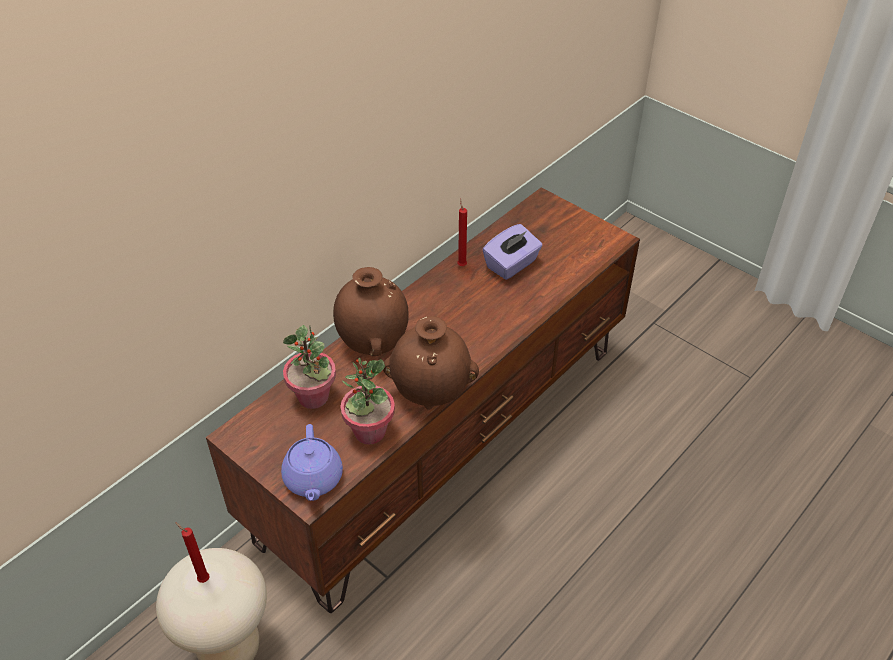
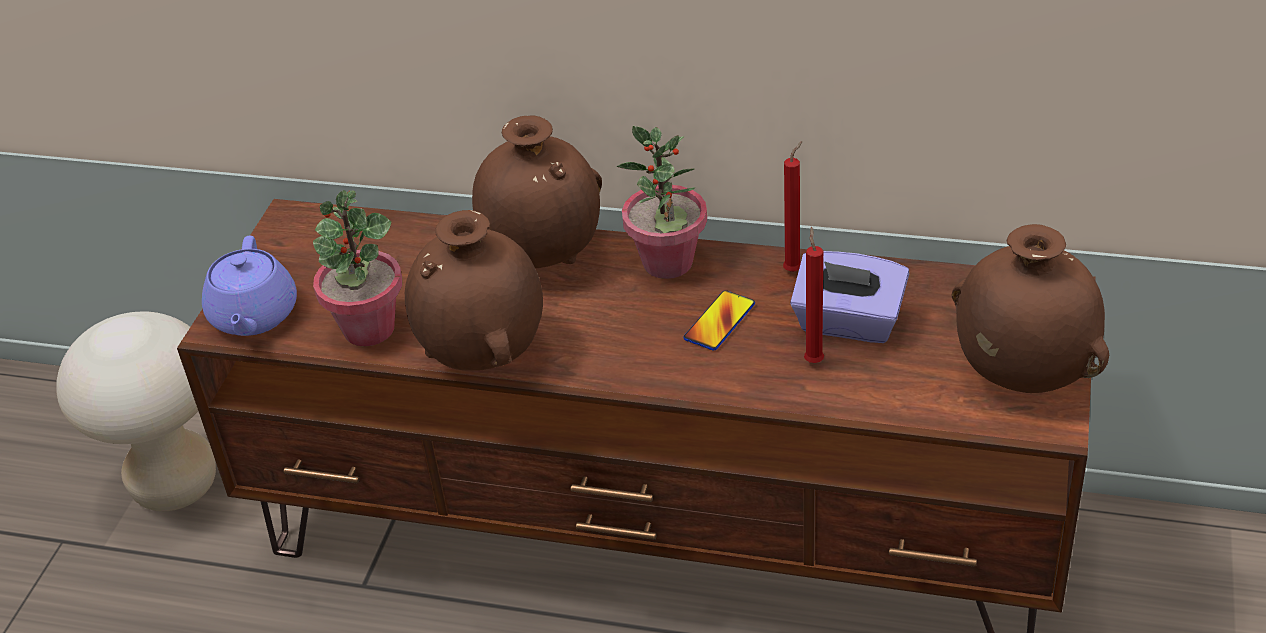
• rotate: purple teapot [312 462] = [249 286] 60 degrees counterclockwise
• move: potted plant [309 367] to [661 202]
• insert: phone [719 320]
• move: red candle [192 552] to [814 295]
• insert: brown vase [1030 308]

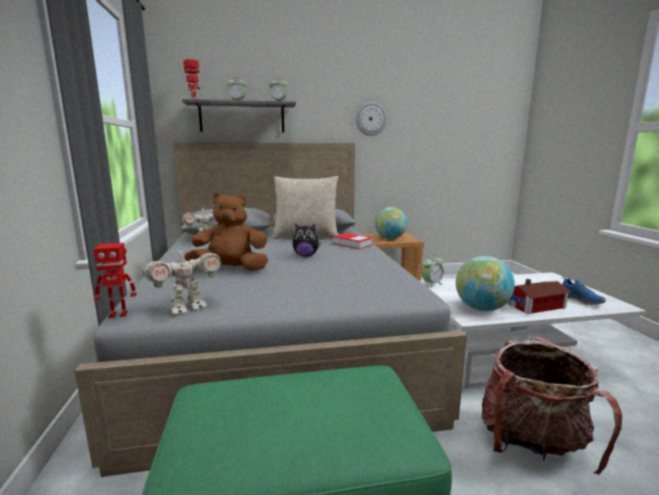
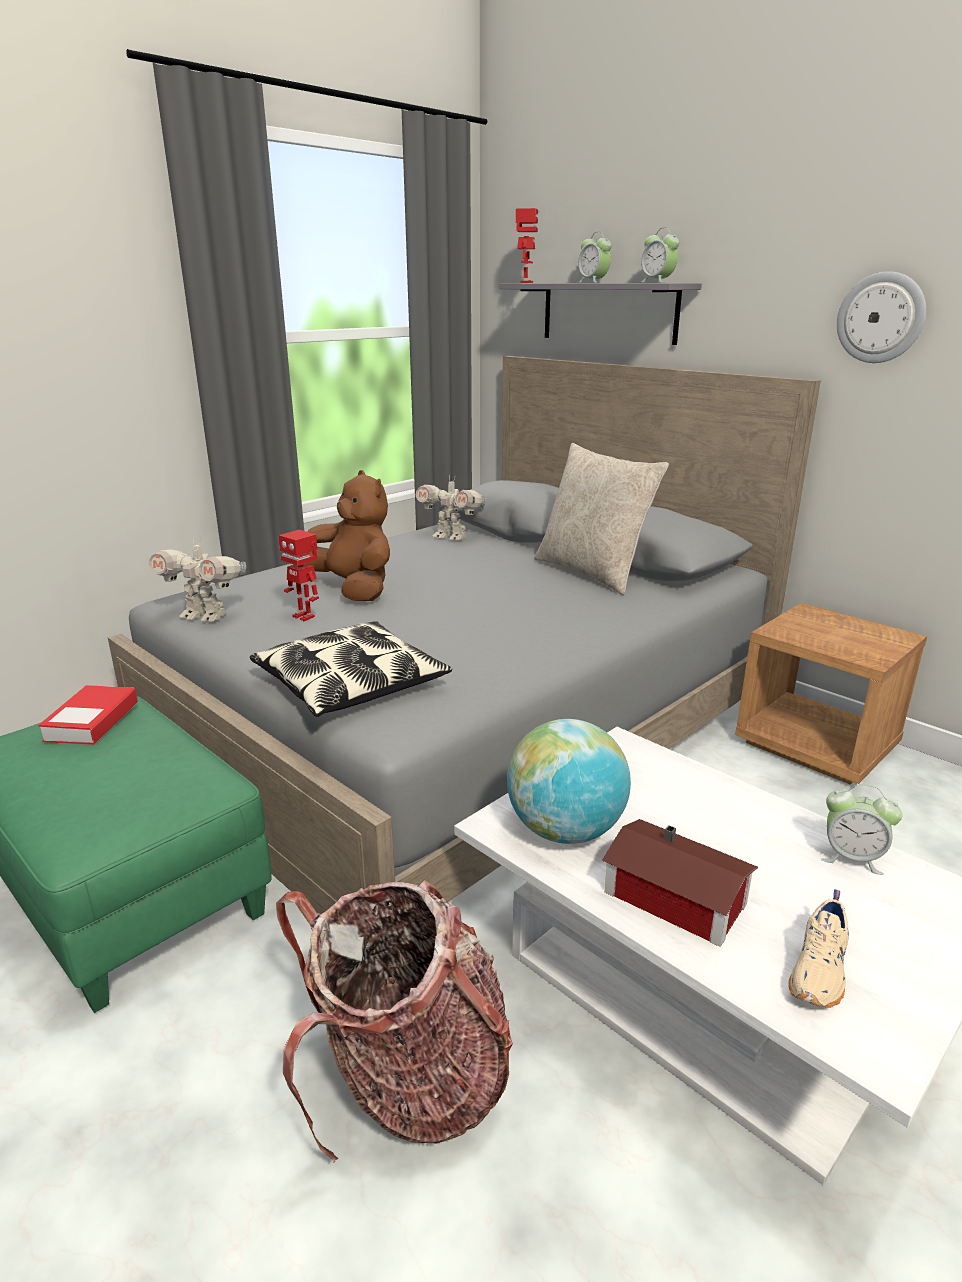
• move: book [353 241] to [88 715]
• insert: pillow [351 669]
• move: toy robot [115 280] to [298 575]
• recolor: blue shoe [584 290] to beige shoe [818 948]
• move: alarm clock [433 271] to [862 829]
• delete: plush toy [306 240]
• delete: globe [391 223]

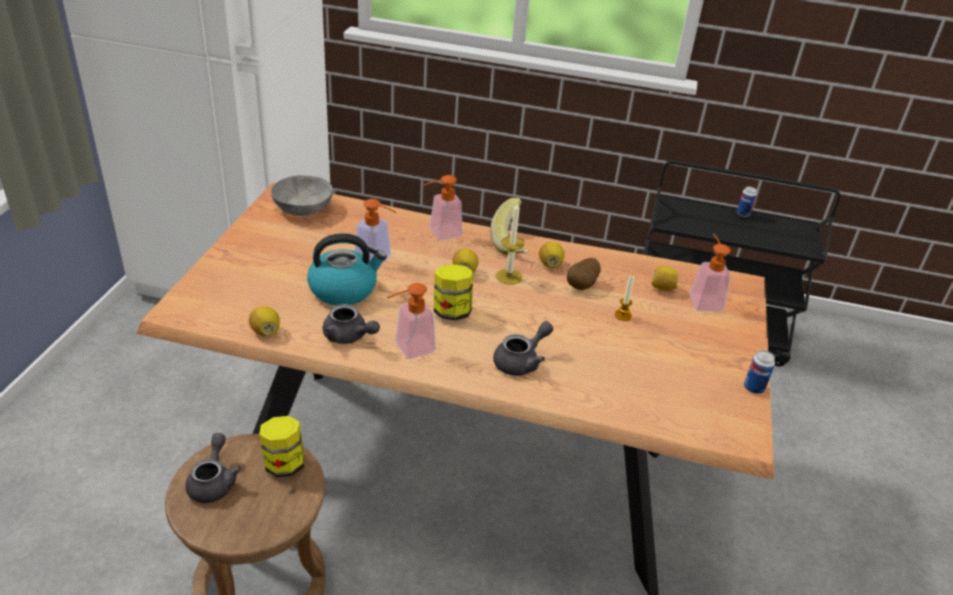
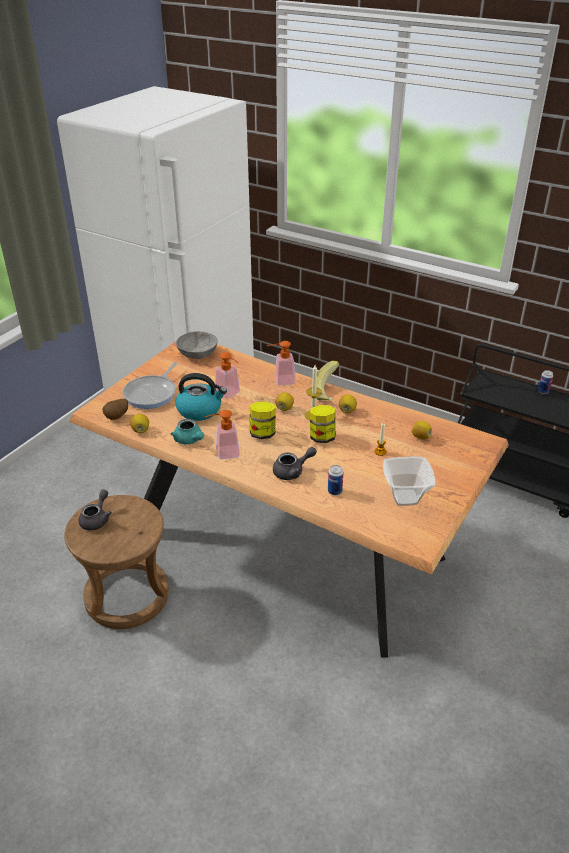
• move: potato [584 274] to [115 409]
• insert: frying pan [150 385]
• recolor: grey teapot [351 324] to turquoise teapot [187 431]
• move: jar [282 446] to [323 424]
• move: can [759 372] to [335 480]
• insert: bowl [409 481]
• delete: soap dispenser [710 273]

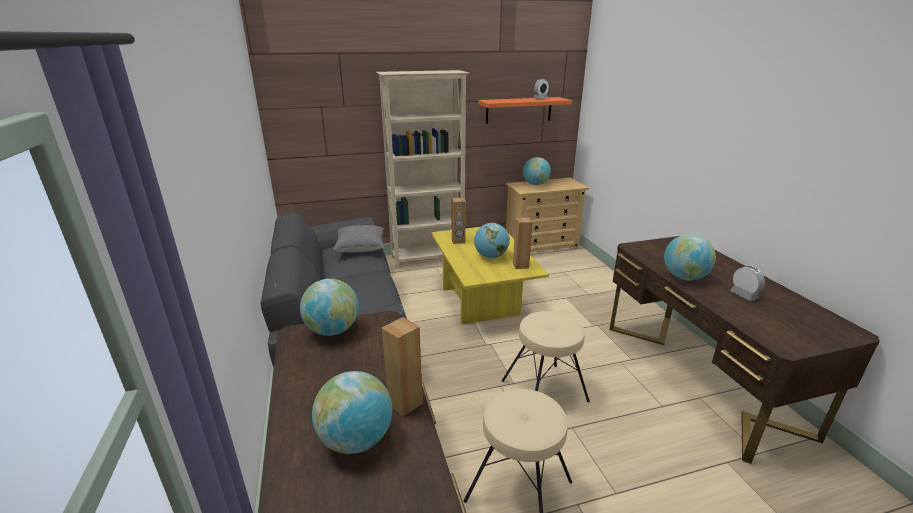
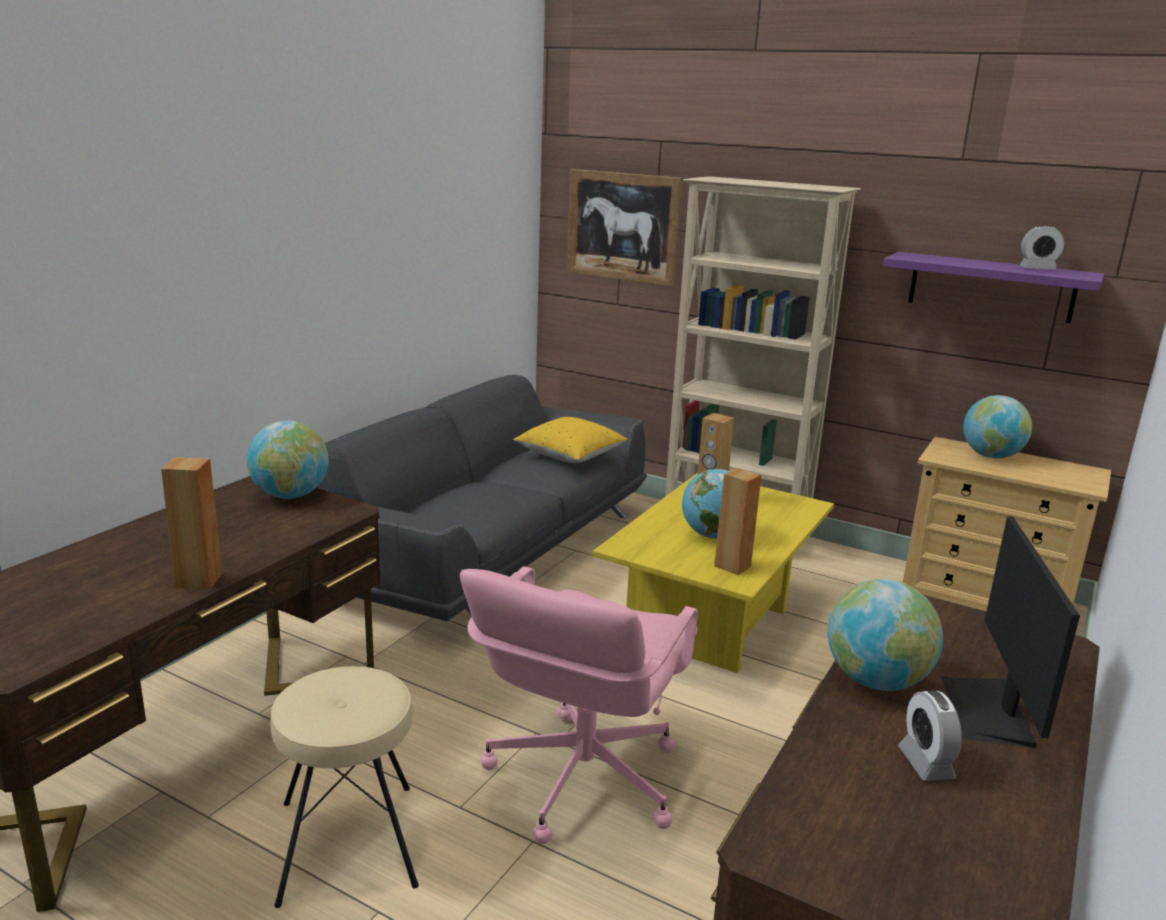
• replace: beige stool [546 356] to pink office chair [579 705]
• recolor: grey pillow [358 238] to yellow pillow [570 440]
• insert: picture [624 228]
• recolor: orange shelf [525 110] to purple shelf [993 287]
• rotate: alarm clock [747 283] = [930 735] 150 degrees clockwise
• insert: monitor [1010 632]
• delete: globe [352 412]

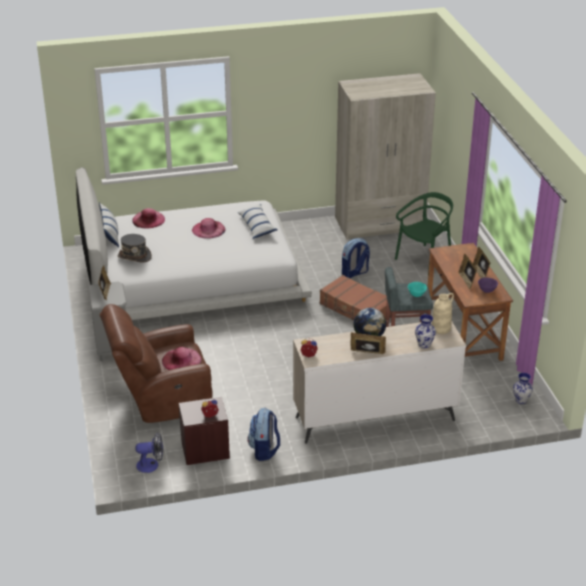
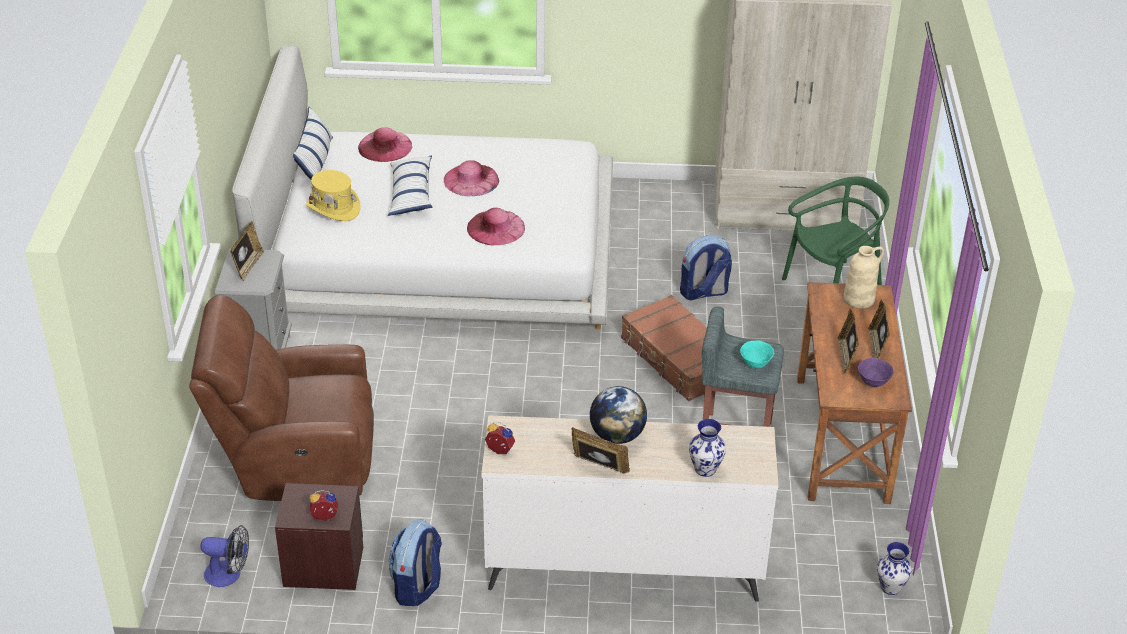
• recolor: grey hat [135 248] to yellow hat [333 195]
• move: pillow [258 221] to [410 185]
• move: pink hat [181 358] to [496 226]
• move: beige vase [442 313] to [864 277]

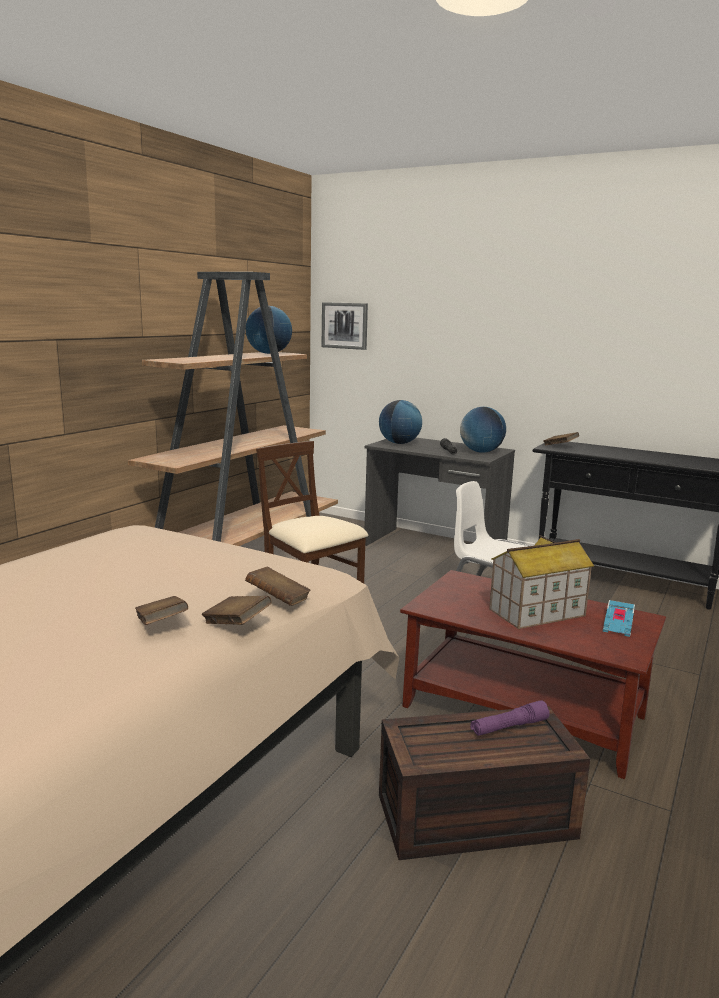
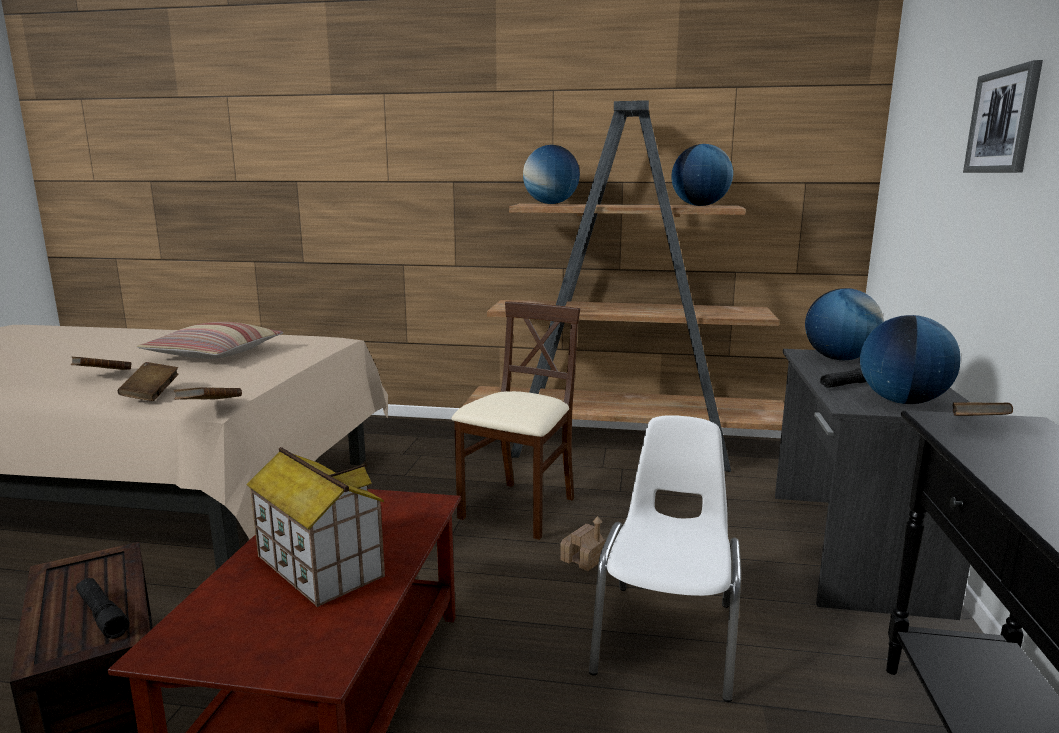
• recolor: purple flashlight [510 718] to black flashlight [103 608]
• insert: pillow [210 340]
• move: brown book [237 610] to [207 393]
• insert: globe [551 174]
• insert: toy house [583 543]
• move: picture [345 326] to [1003 116]
• delete: toy car [619 618]

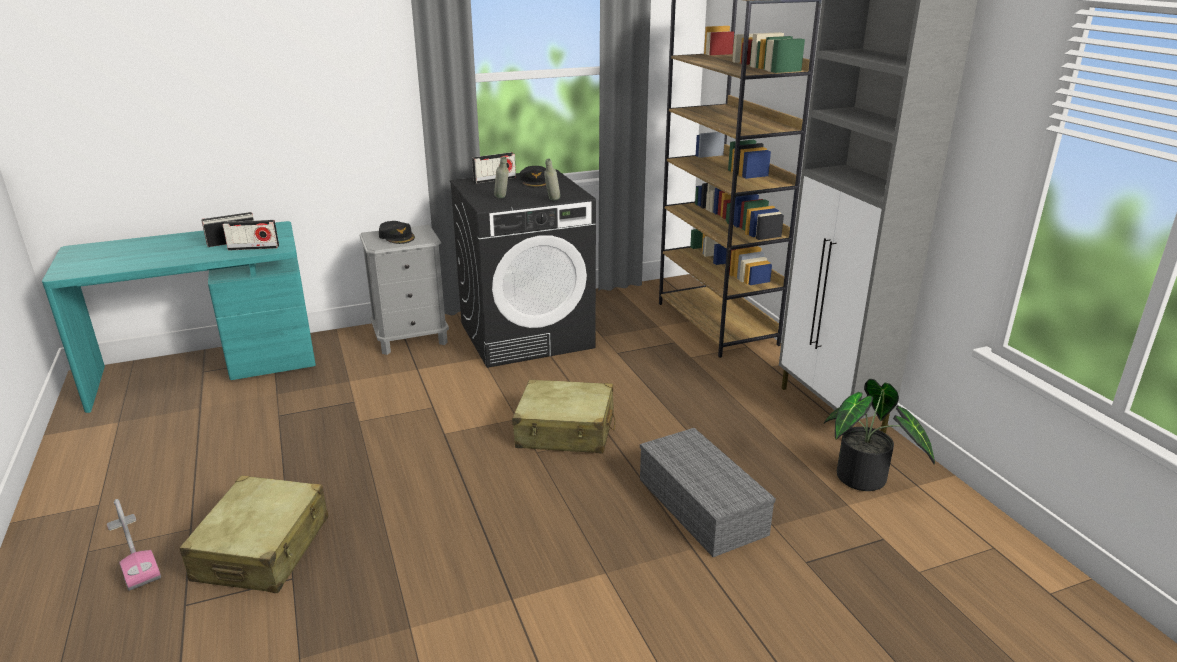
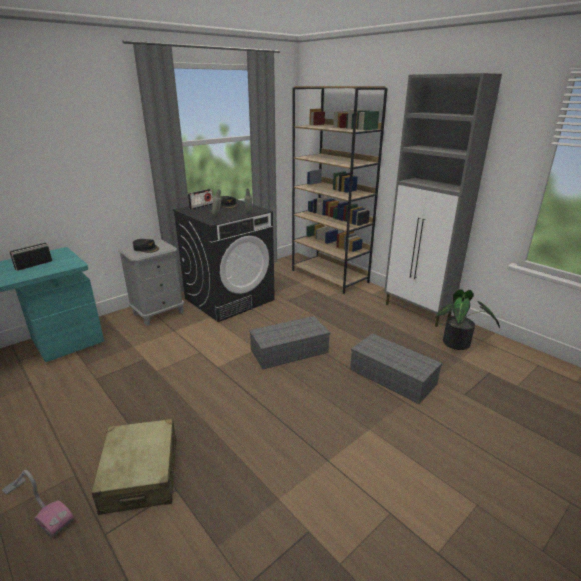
• replace: beige suitcase [563 417] to grey storage box [289 342]
• delete: radio [251 235]

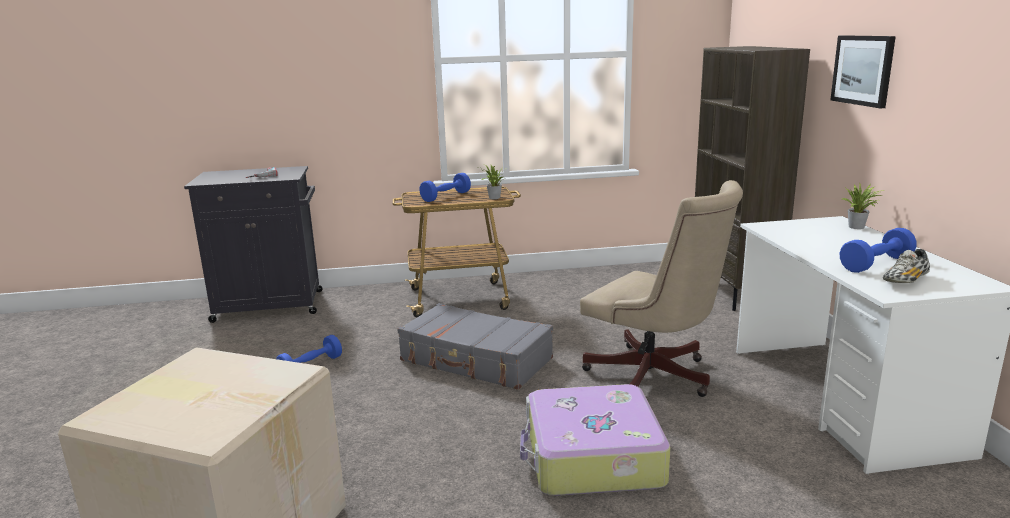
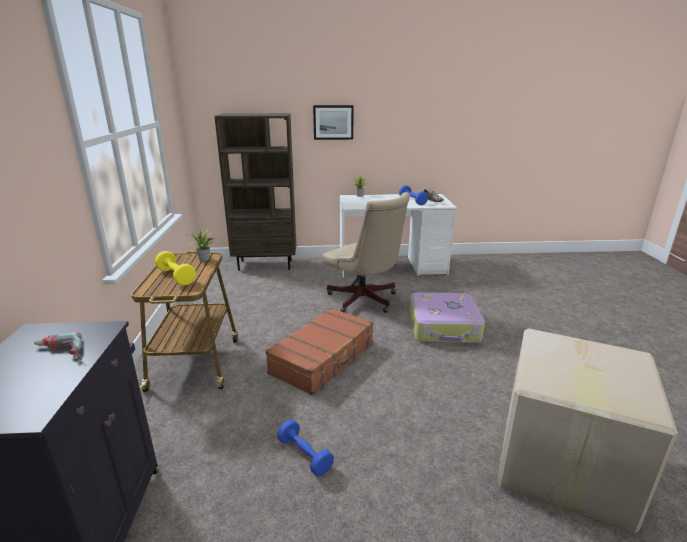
• recolor: blue dumbbell [445 187] to yellow dumbbell [175 268]
• recolor: grey suitcase [475 346] to brown suitcase [319 351]
• rotate: beige office chair [661 288] = [366 252] 90 degrees clockwise

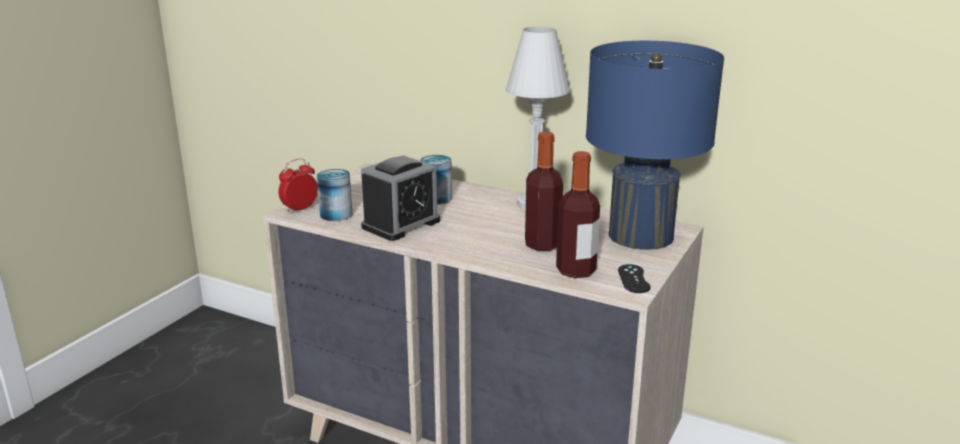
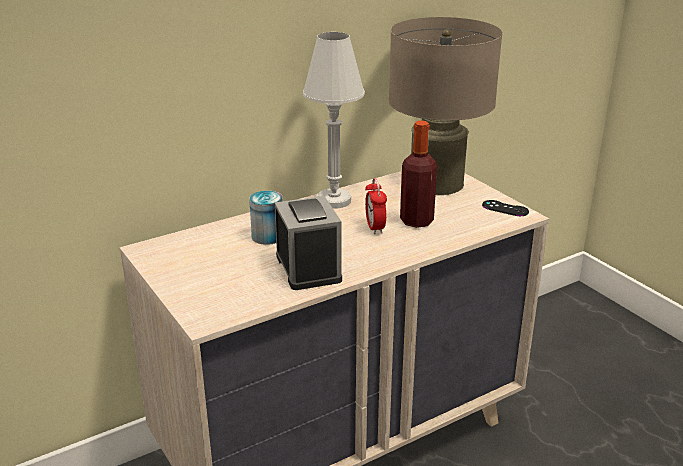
• move: alarm clock [298 185] to [376 206]
• recolor: blue table lamp [655 145] to beige table lamp [446 106]
• delete: can [334 195]
• delete: bottle [578 214]

